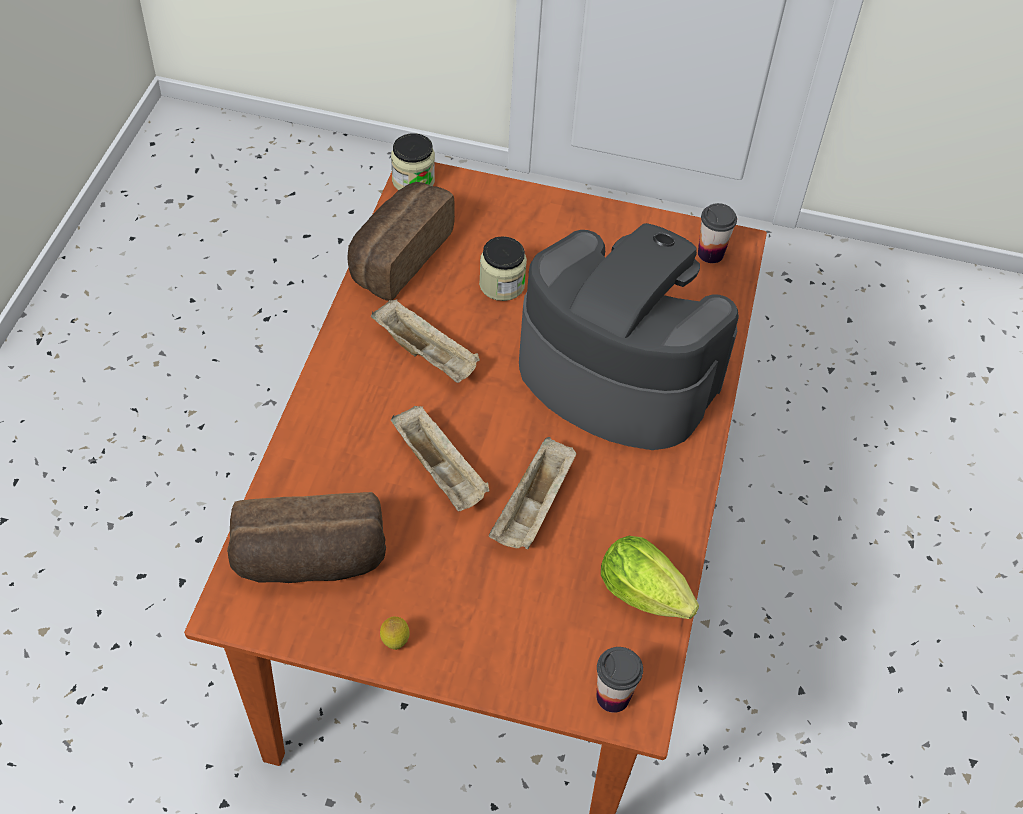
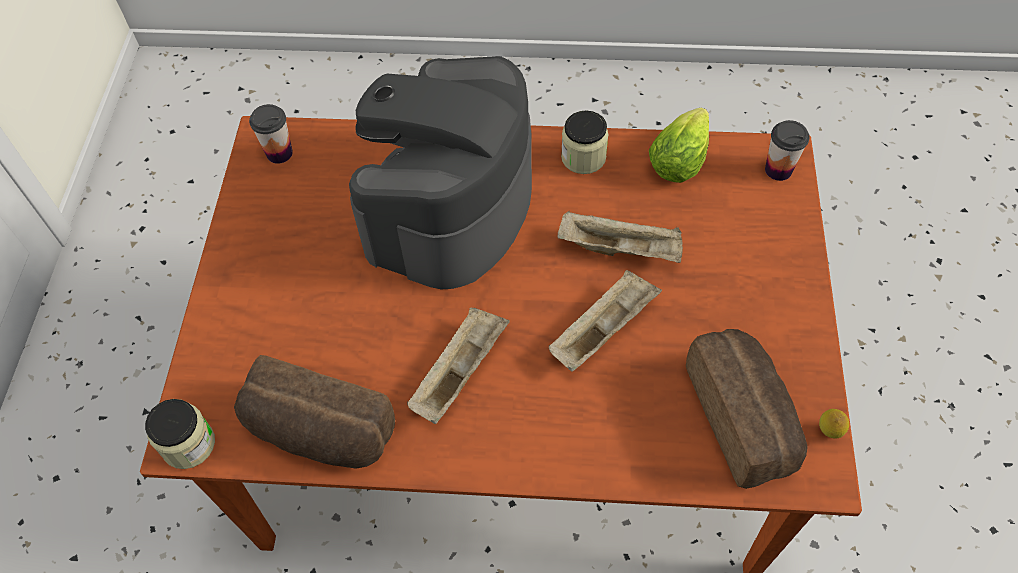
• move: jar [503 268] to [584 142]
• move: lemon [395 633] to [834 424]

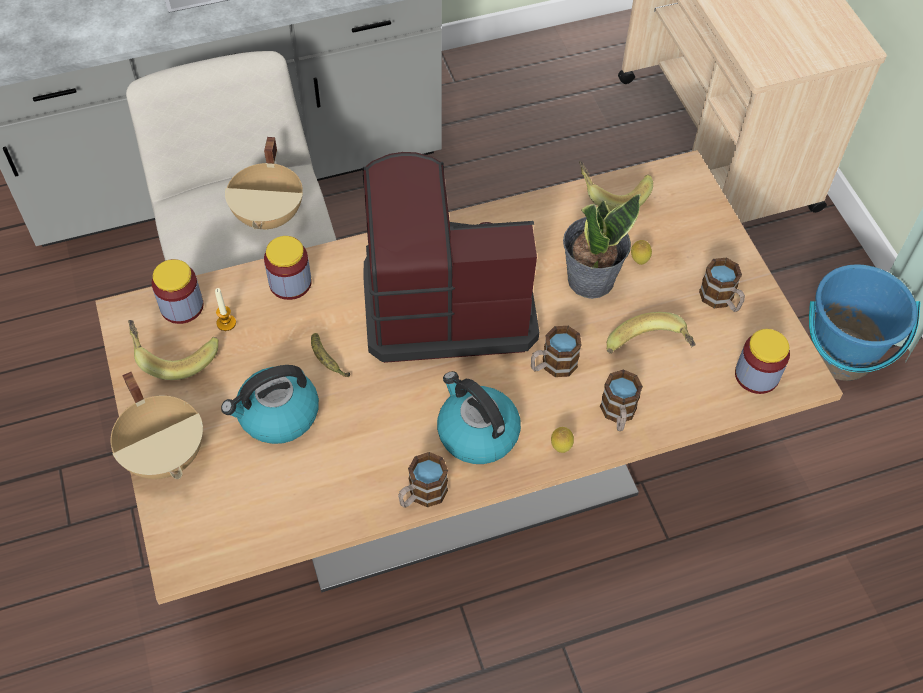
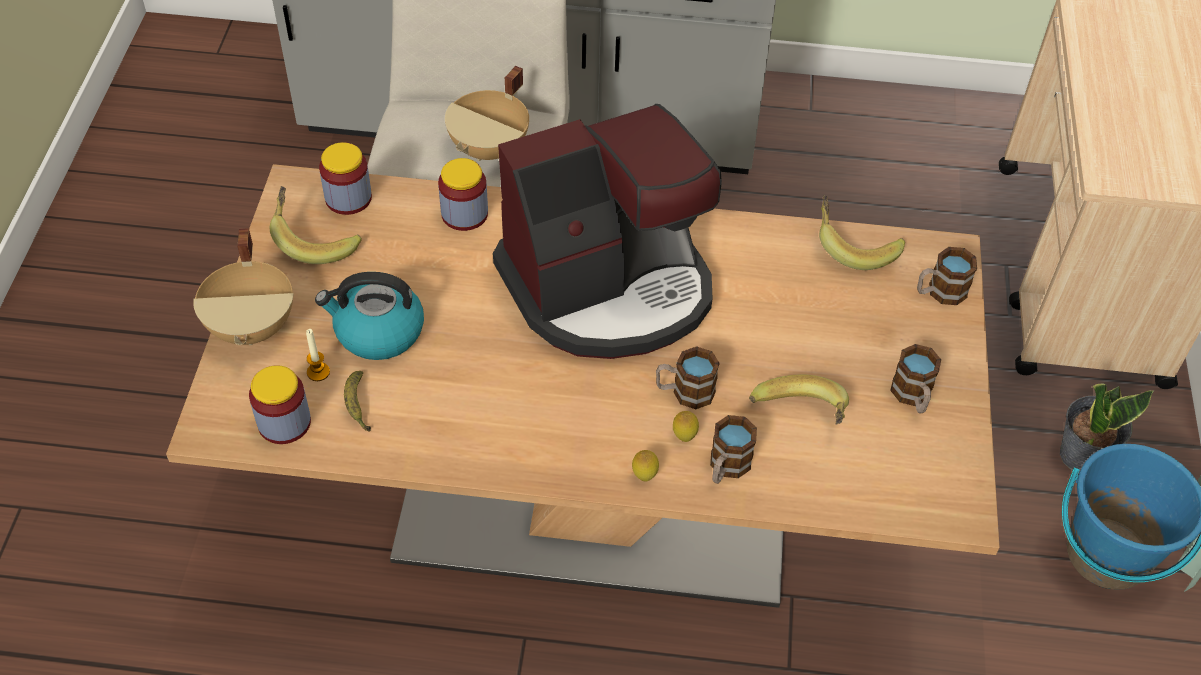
• move: jar [762 361] to [280 404]
• move: candle [225 309] to [318 355]
• move: banana [330 355] to [357 401]
• rotate: coffee machine [451 257] = [607 231] 135 degrees clockwise
• move: lemon [641 252] to [686 426]
• move: mug [423 480] to [947 276]
• move: potted plant [602 246] to [1107 428]
• delete: kettle [479 417]

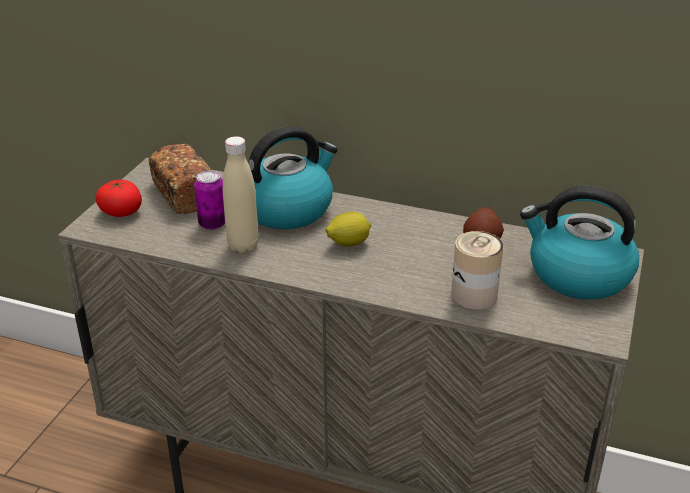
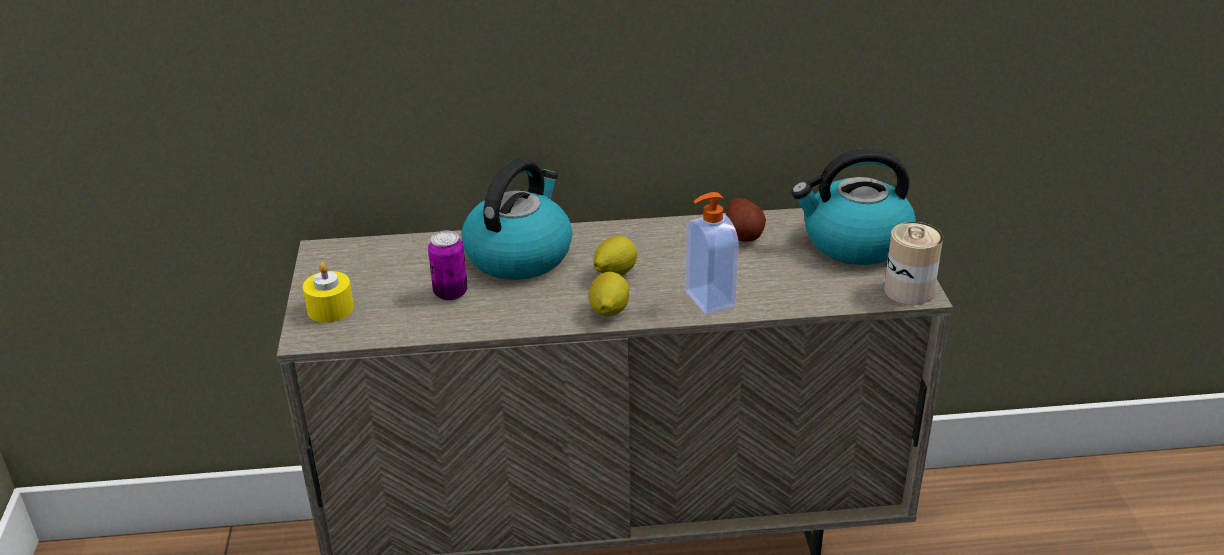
• replace: tomato [118 198] to yellow candle [328 292]
• insert: lemon [608 294]
• insert: soap dispenser [712 253]
• move: can [477 270] to [913 263]
• delete: bread [180 178]
• delete: beige bottle [241 194]

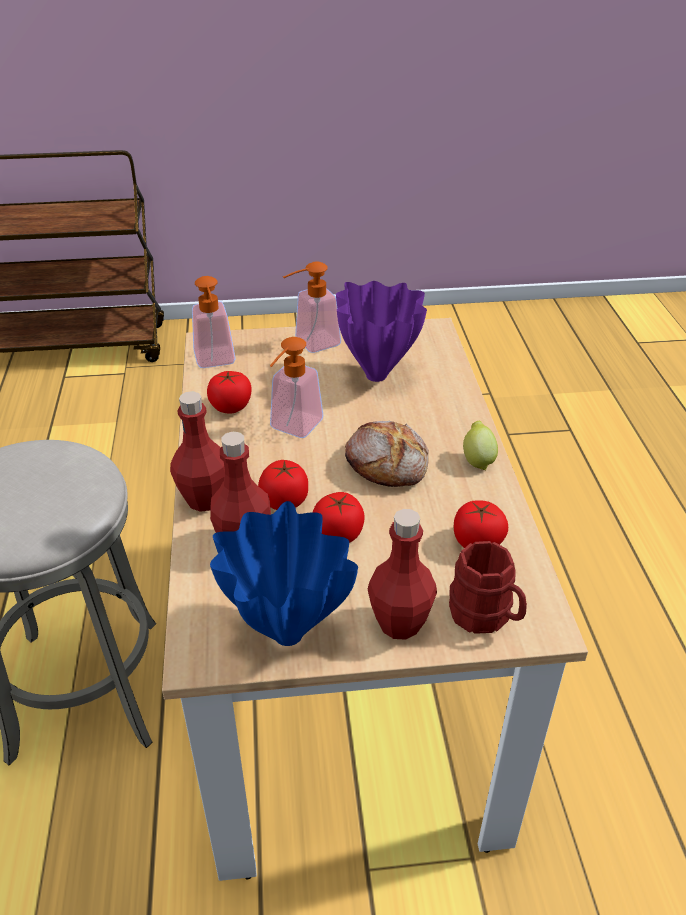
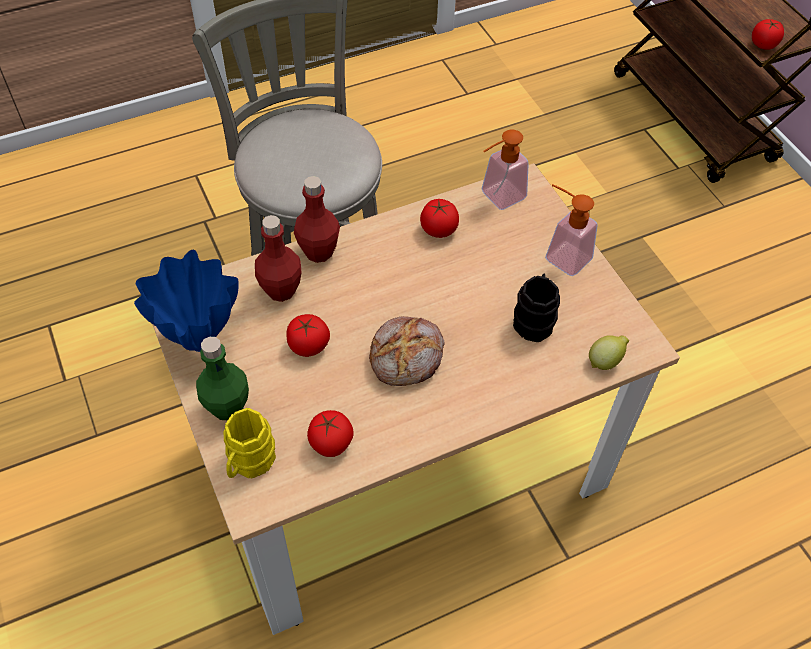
• recolor: red bottle [402 574] to green bottle [222 378]
• recolor: red mug [488 587] to yellow mug [250 443]
• replace: purple vase [381 331] to black mug [536 308]
• move: lemon [480 445] to [609 352]
• move: tomato [283 485] to [768 34]
• delete: soap dispenser [297 387]

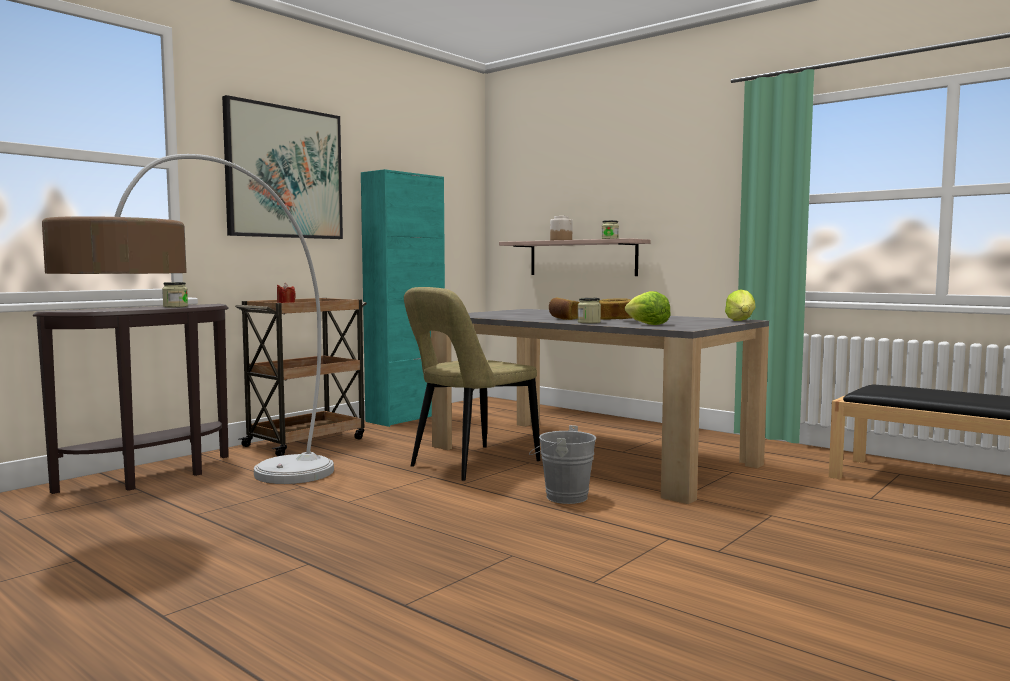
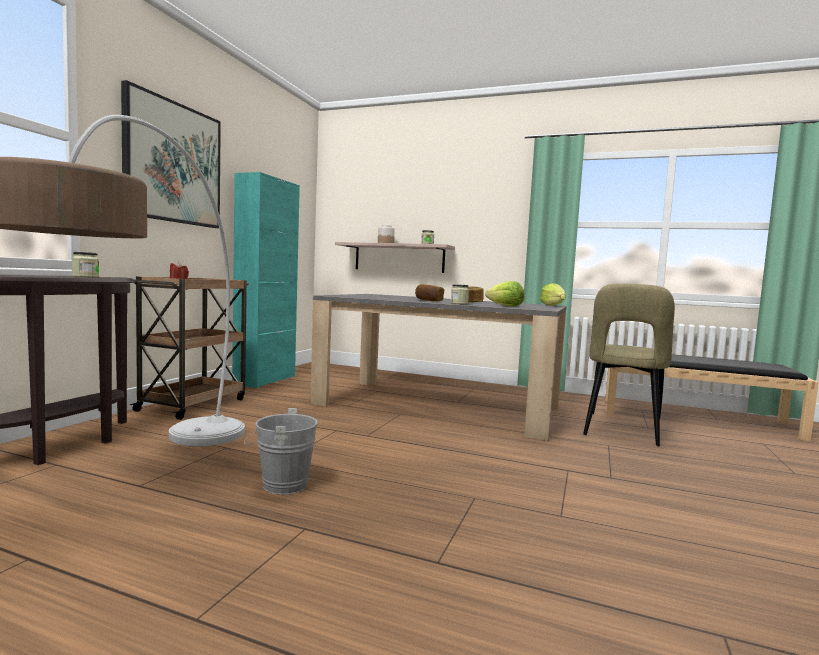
• move: grey bucket [562 464] to [281 451]
• move: beige chair [472 384] to [629 364]

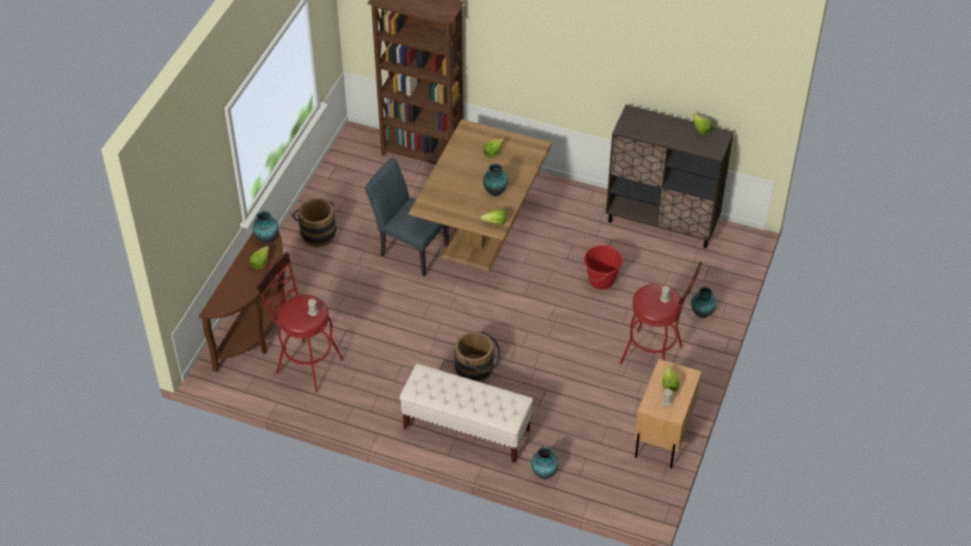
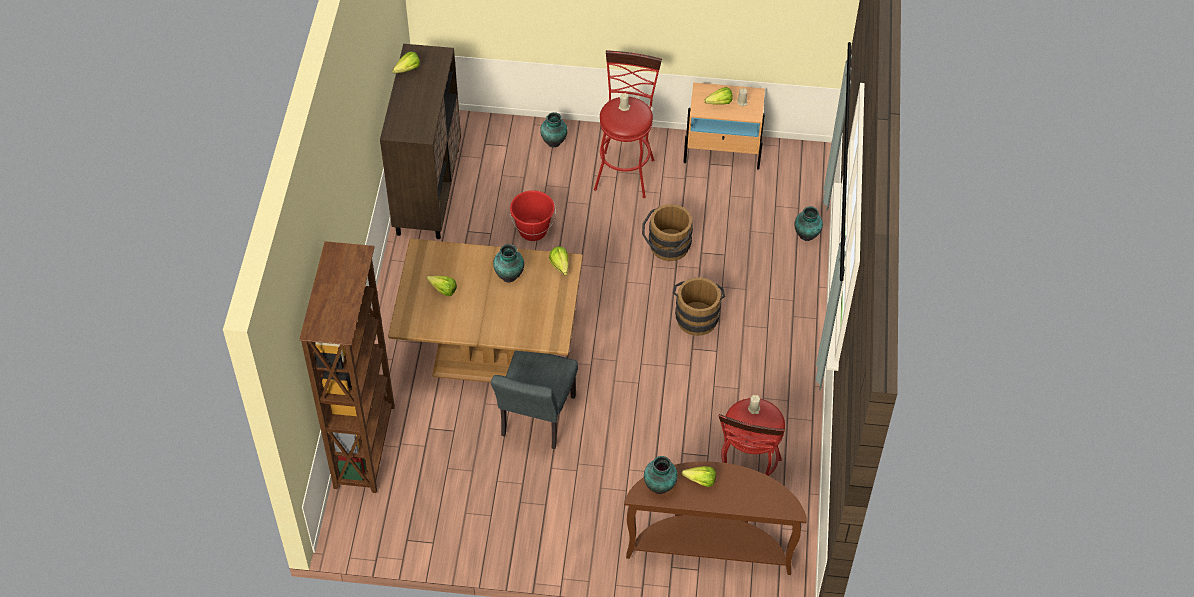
• move: brown bucket [314 222] to [667 232]
• delete: beige bench [466 413]

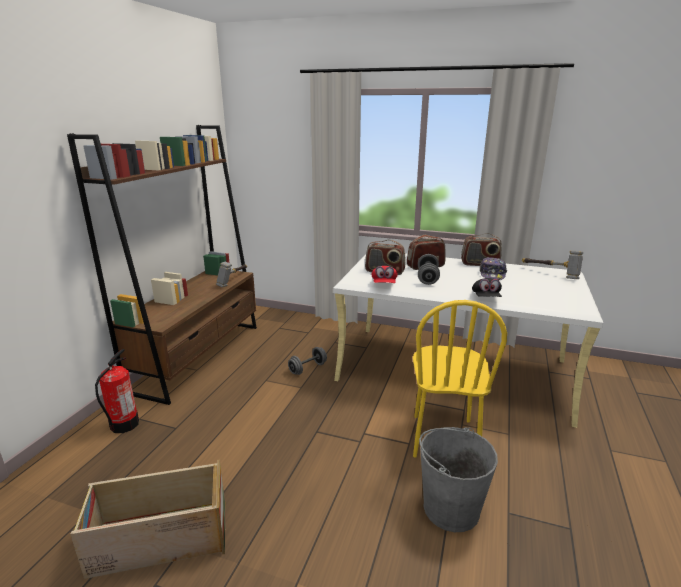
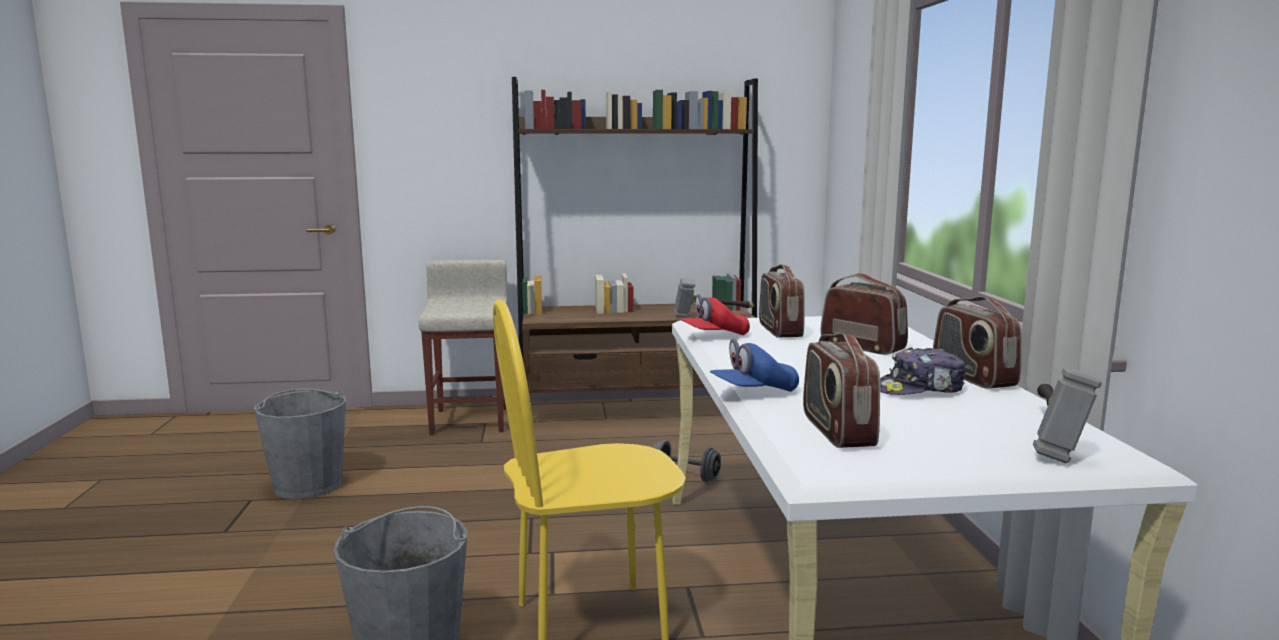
• replace: crate [147 519] to grey bucket [300 444]
• replace: fire extinguisher [117 391] to beige stool [463 347]
• recolor: black cap [487 287] to blue cap [754 365]
• insert: radio [841 390]
• delete: grey dumbbell [429 269]

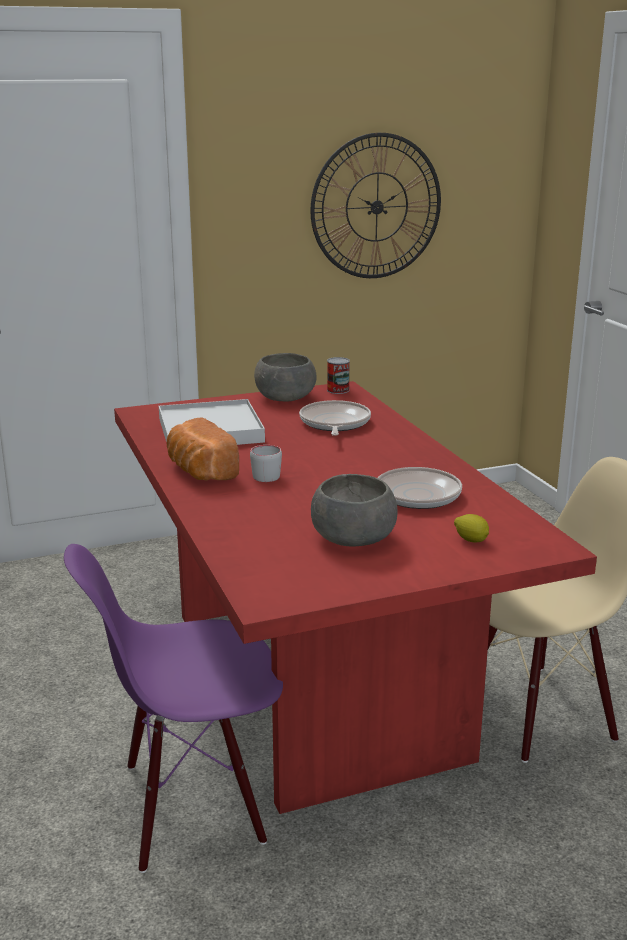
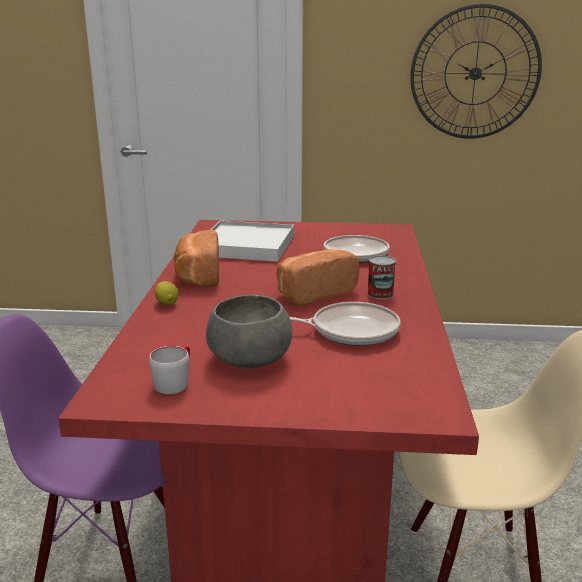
• move: grey mug [266 463] to [169 370]
• move: lemon [471 528] to [166 293]
• insert: bread [317 277]
• move: can [338 375] to [381 277]
• delete: grey bowl [285 377]

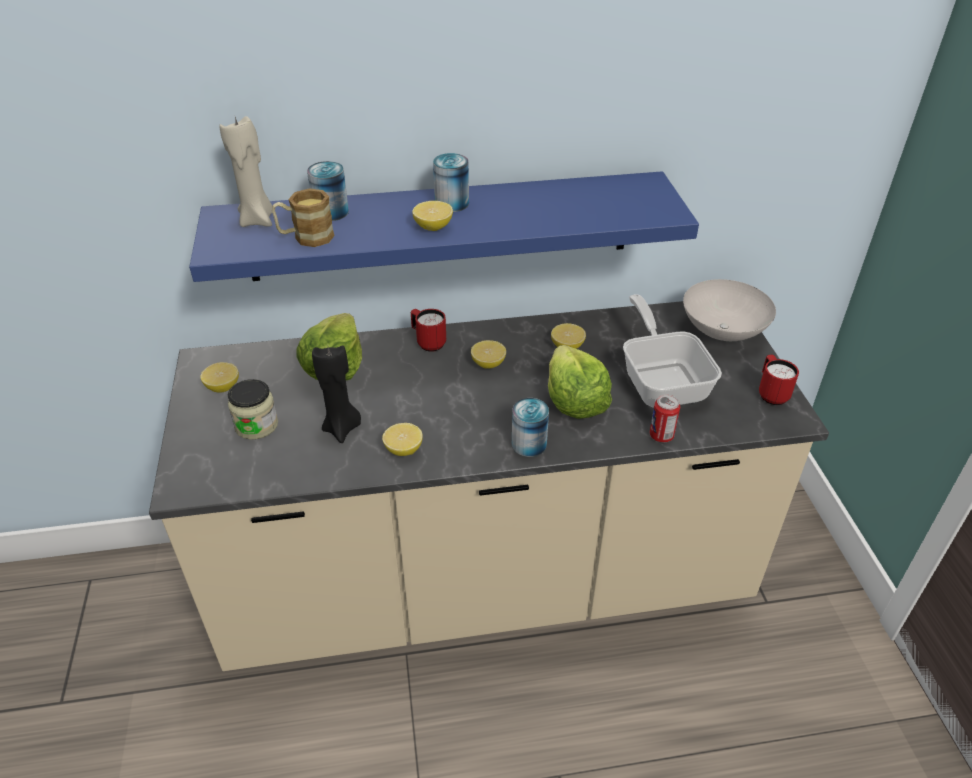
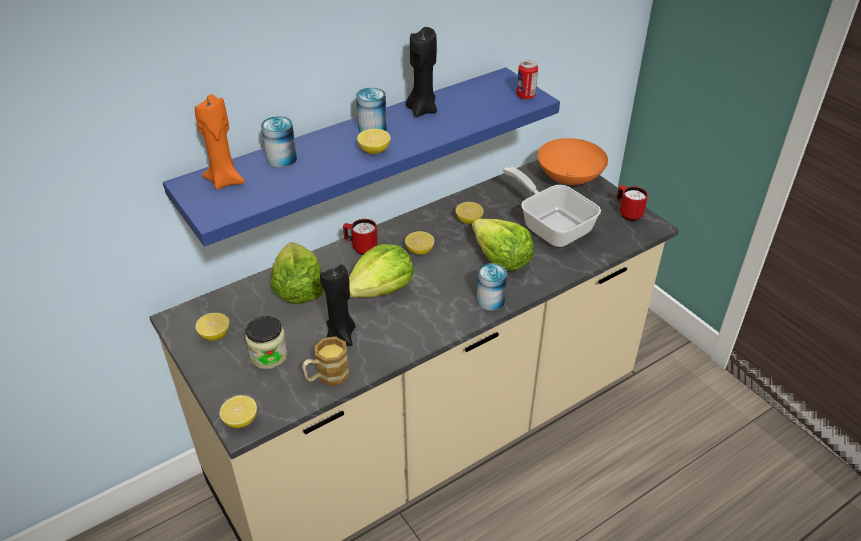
• recolor: beige candle [246 171] to orange candle [220 142]
• move: lemon [402 439] to [238 411]
• move: mug [303 217] to [326 361]
• insert: lettuce [381 271]
• insert: black candle [421 72]
• move: can [664 418] to [527 80]
• recolor: white bowl [729 310] to orange bowl [572 161]

